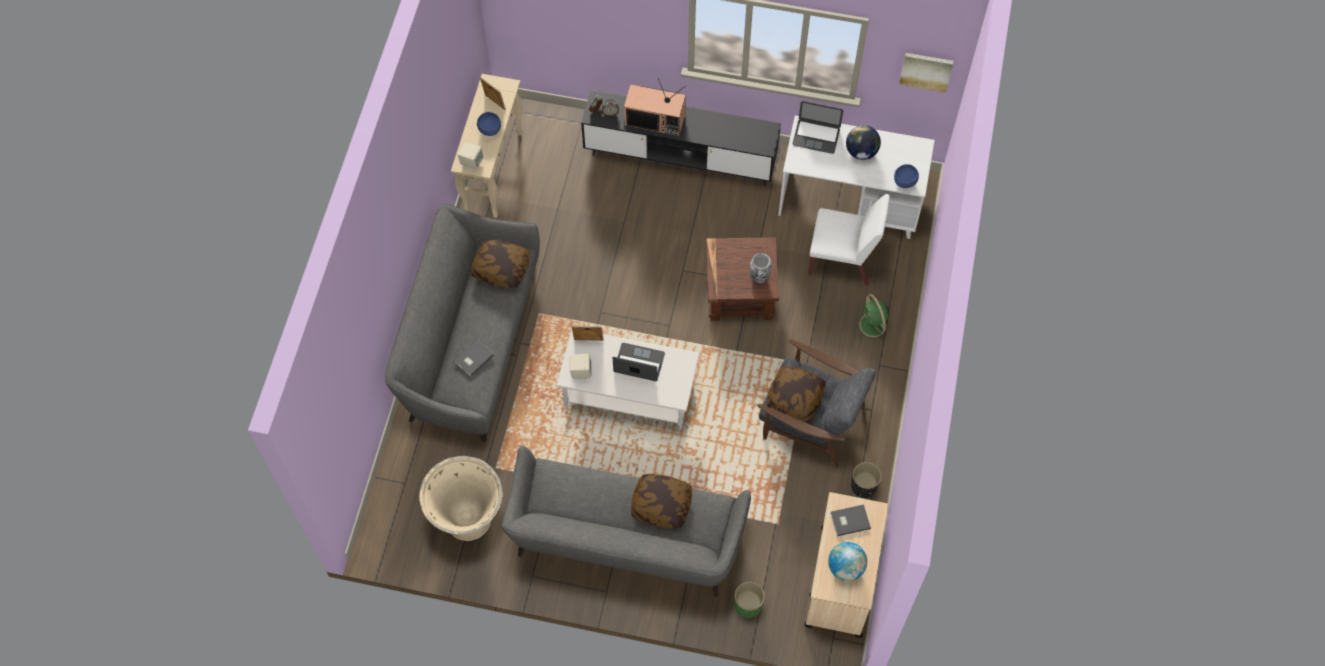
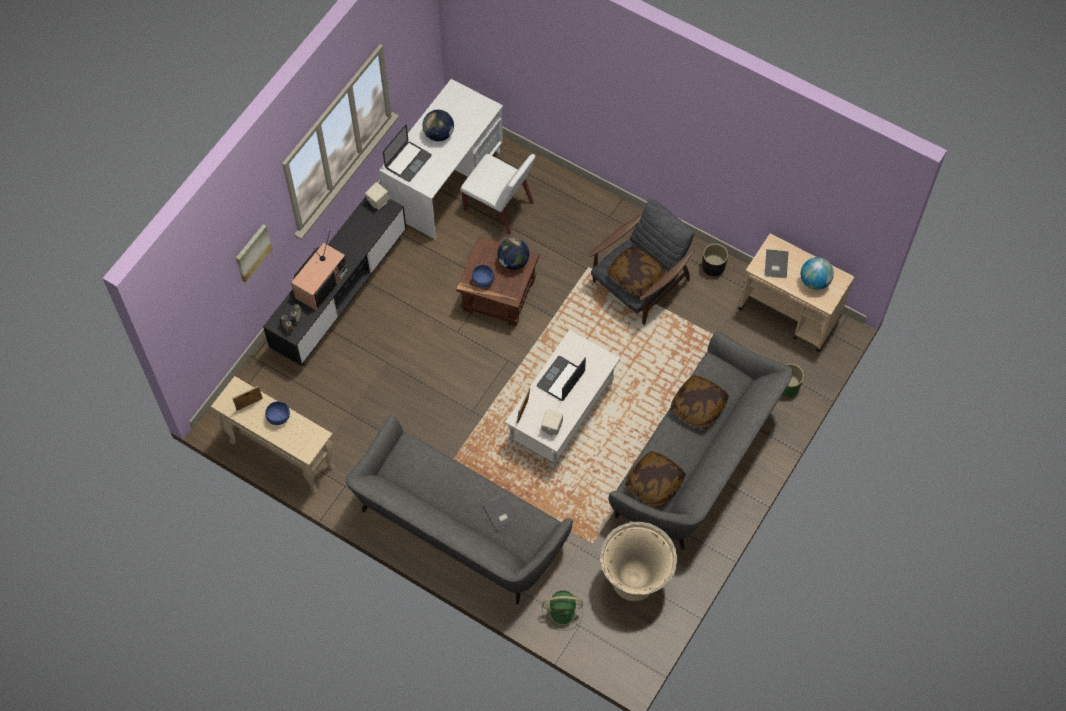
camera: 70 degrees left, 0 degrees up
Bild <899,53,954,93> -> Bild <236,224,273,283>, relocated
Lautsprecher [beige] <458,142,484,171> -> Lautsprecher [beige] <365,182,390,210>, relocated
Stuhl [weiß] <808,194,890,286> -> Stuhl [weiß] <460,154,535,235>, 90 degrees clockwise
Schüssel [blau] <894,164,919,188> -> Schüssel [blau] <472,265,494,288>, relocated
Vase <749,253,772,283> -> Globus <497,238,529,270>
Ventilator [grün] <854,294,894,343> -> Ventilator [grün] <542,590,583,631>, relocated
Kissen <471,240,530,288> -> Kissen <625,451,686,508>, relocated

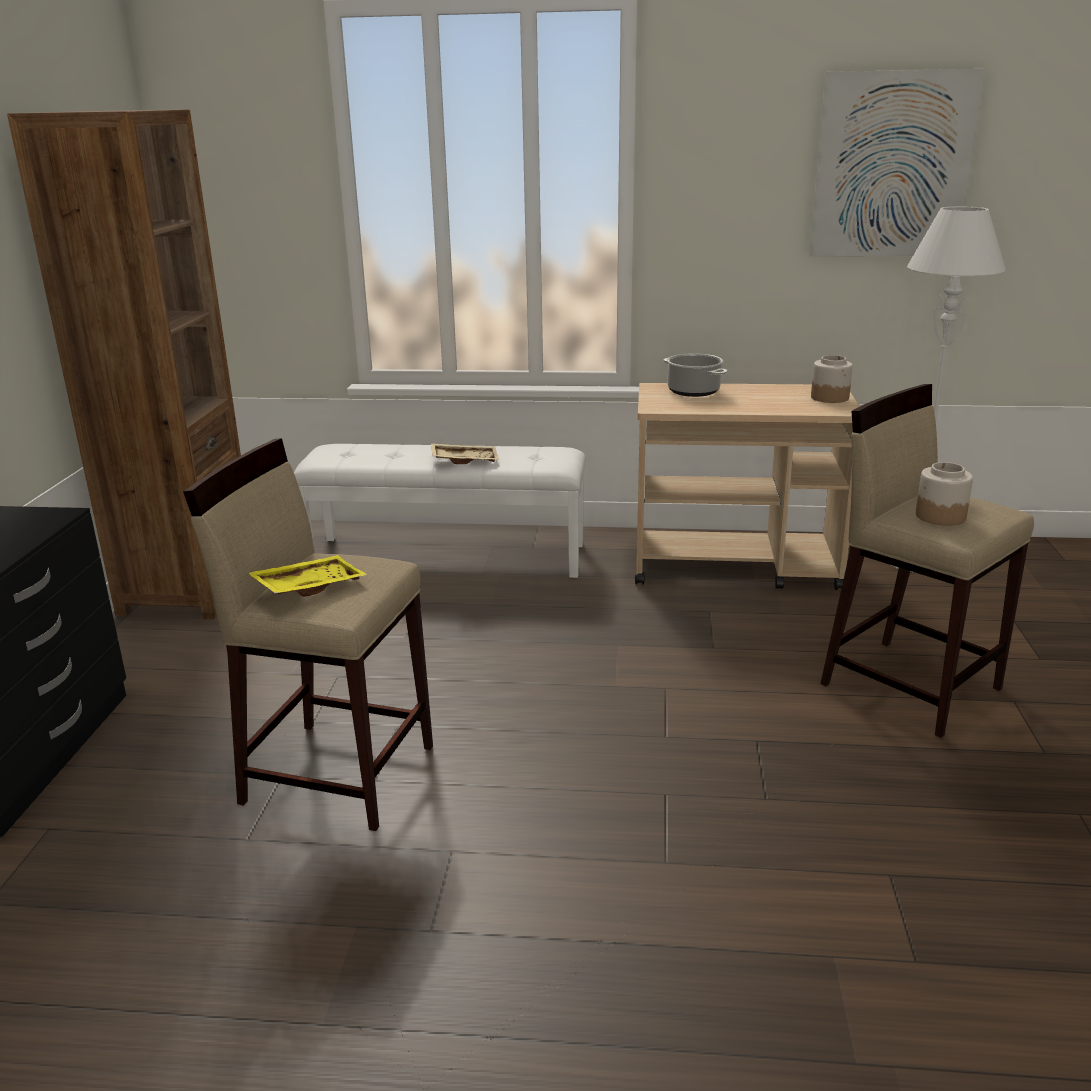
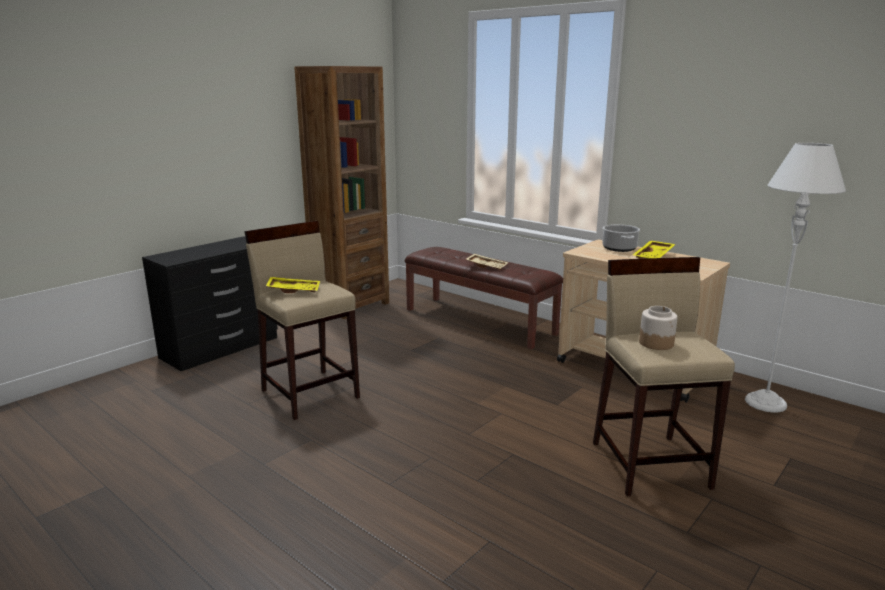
camera: 35 degrees right, 5 degrees down
Bank [weiß] <294,444,586,578> -> Bank [braun] <405,247,563,349>
none -> Tablett [gelb] <633,240,676,259>
Bild <809,69,985,256> -> none
Vorratsglas <811,355,853,403> -> none

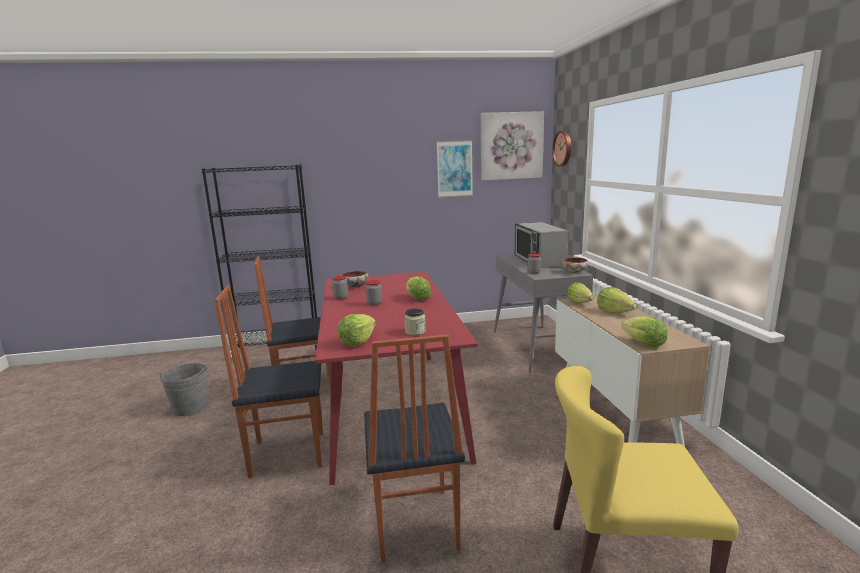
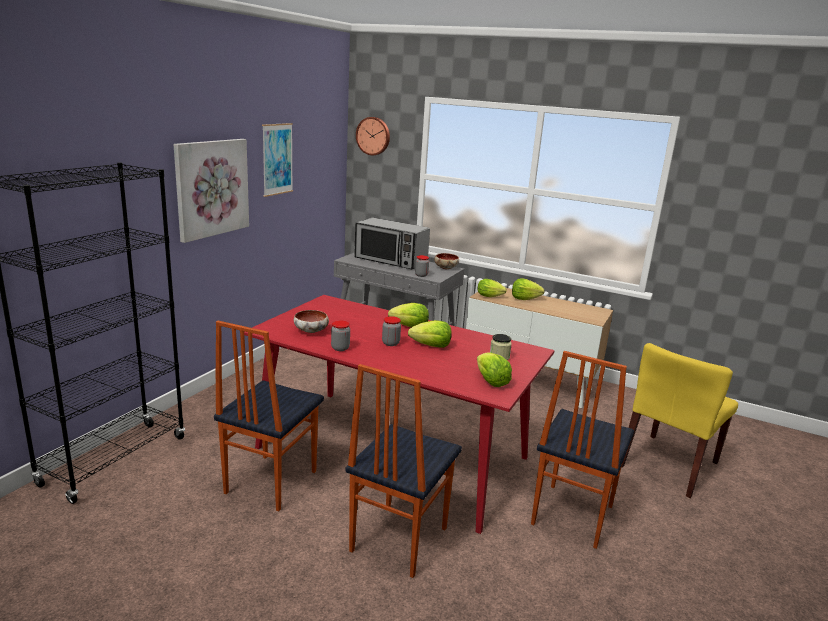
camera: 55 degrees left, 5 degrees up
Bild <481,111,544,180> -> Bild <174,139,249,243>, relocated
Salatkopf <621,316,667,347> -> Salatkopf <408,320,452,348>, relocated
Stuhl <364,334,465,563> -> Stuhl <531,351,634,549>, 90 degrees clockwise
Eimer [grau] <159,363,208,416> -> none

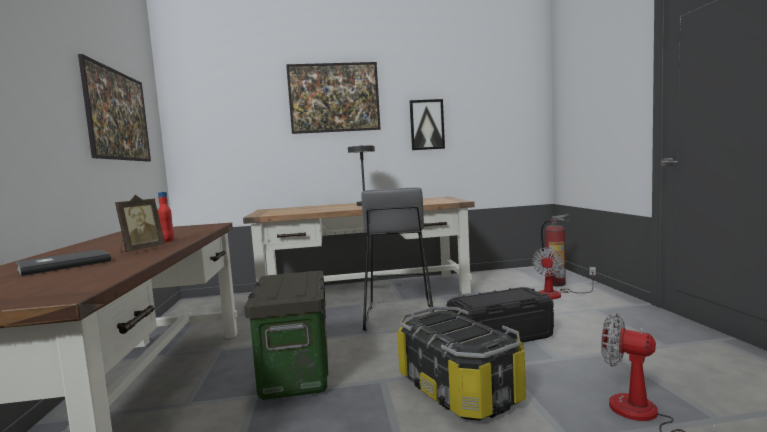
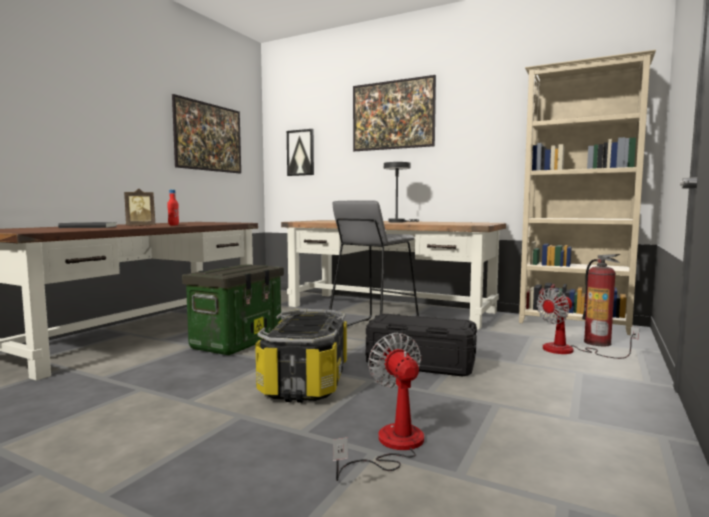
camera: 35 degrees right, 0 degrees up
Bild <410,99,445,150> -> Bild <287,129,314,176>, relocated
none -> Bücherregal [beige] <519,50,656,335>

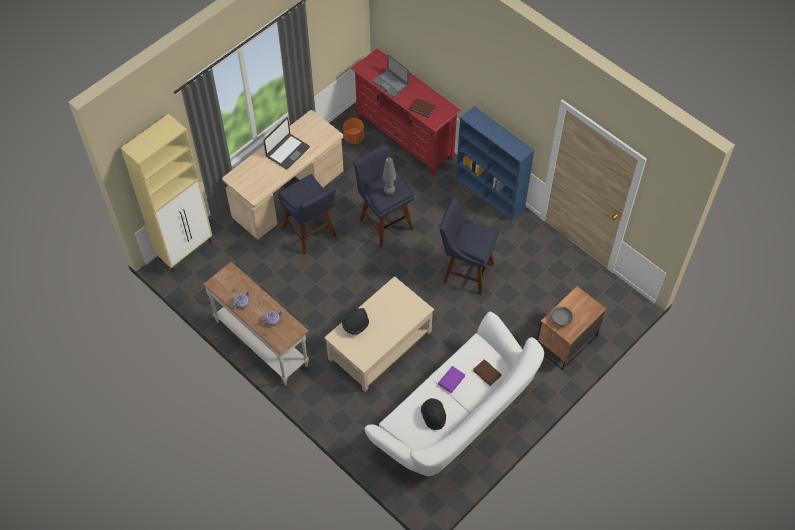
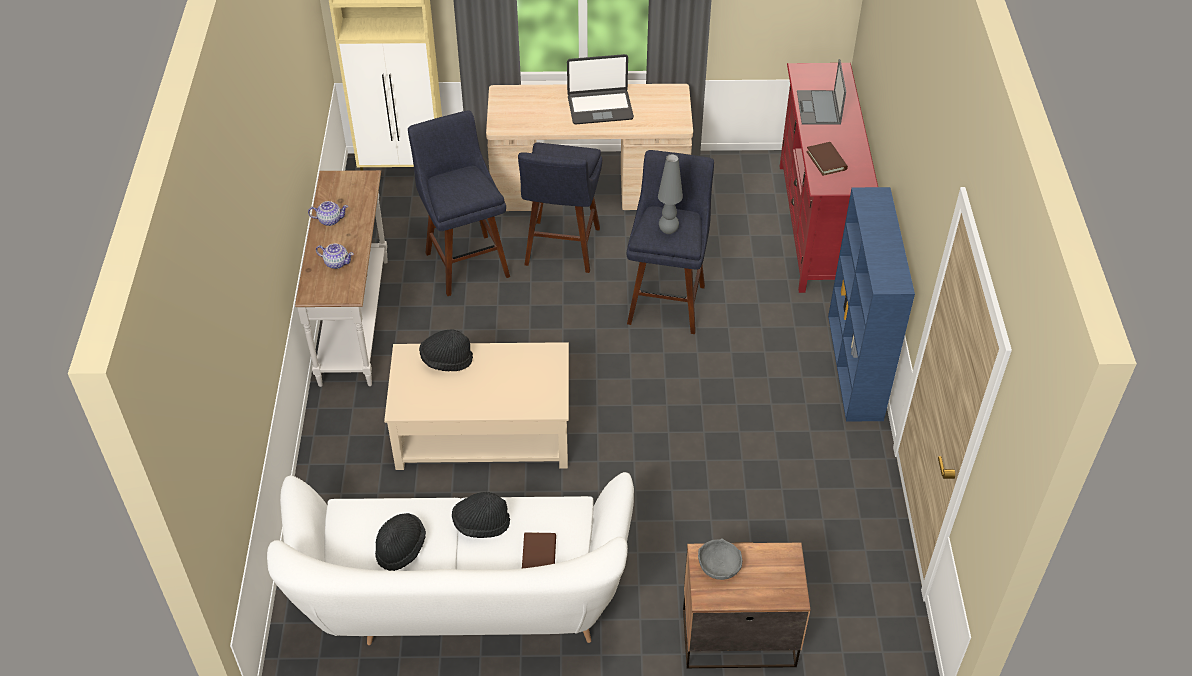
camera: 45 degrees right, 10 degrees down
Hocker [blau] <439,198,499,295> -> Hocker [blau] <408,111,510,296>, relocated
Buch [lila] <438,366,465,393> -> Hut [schwarz] <452,492,510,538>
Pflanzkübel [orange] <343,118,364,144> -> none

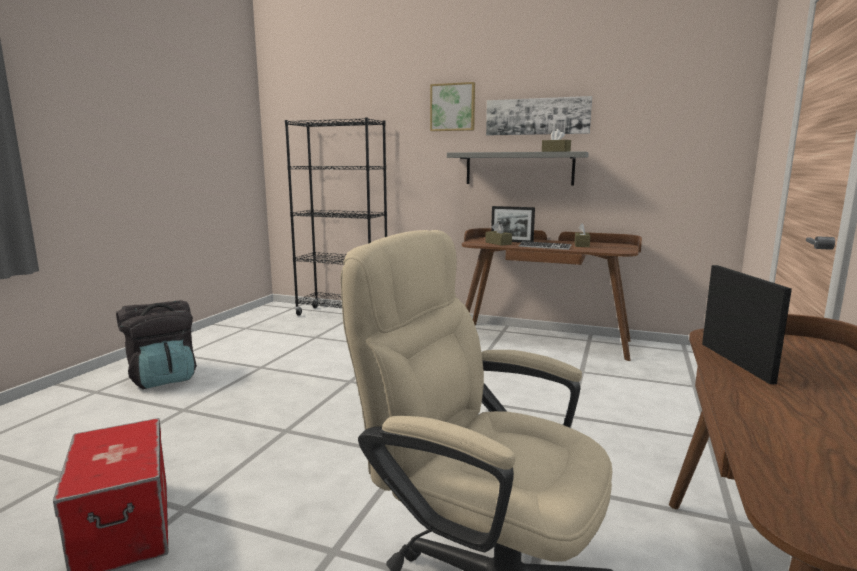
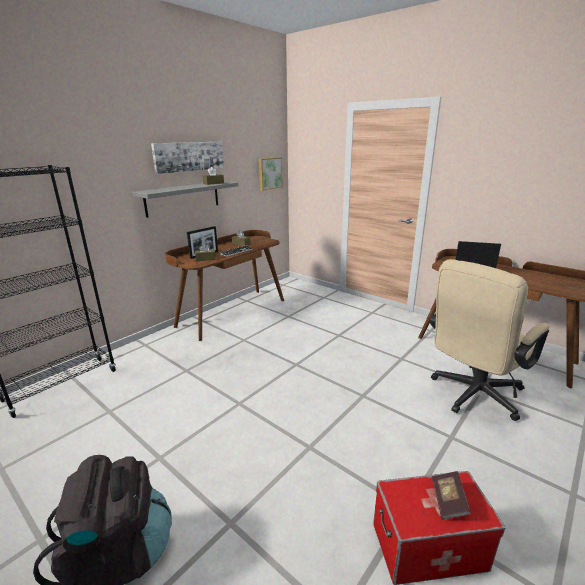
camera: 70 degrees left, 10 degrees up
Bild <430,82,475,131> -> Bild <259,157,283,191>, relocated
none -> Buch <432,471,471,520>

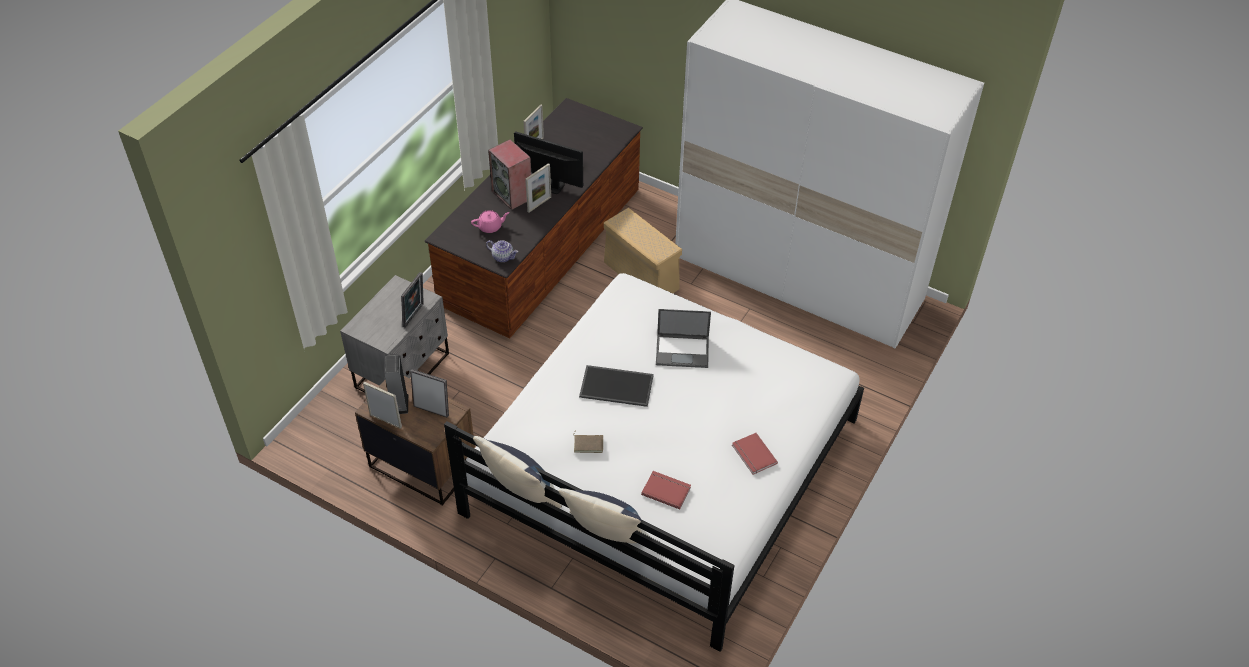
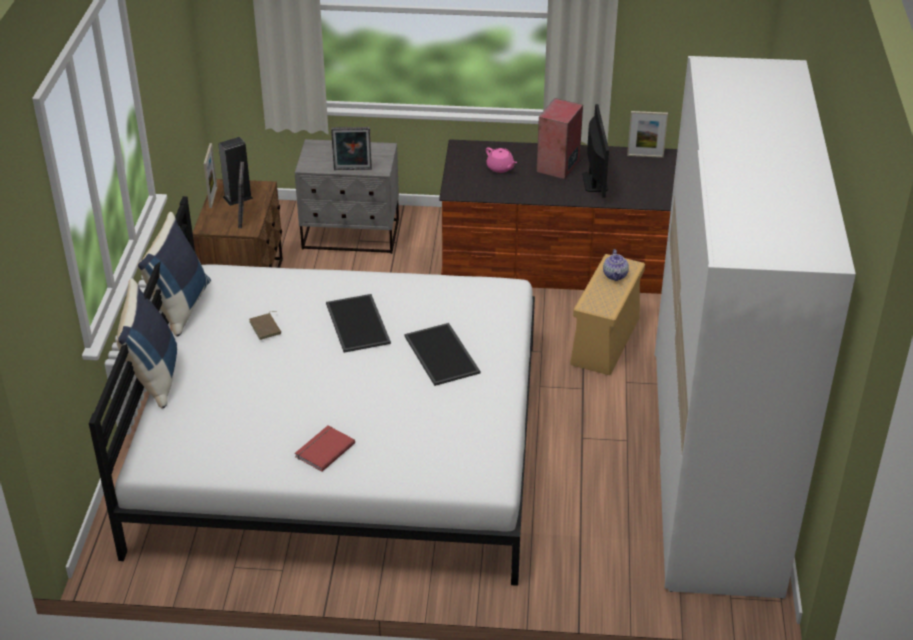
camera: 65 degrees right, 10 degrees down
Laptop <656,309,711,368> -> Tablett <404,323,480,386>
Teekanne <486,240,518,262> -> Teekanne <603,249,629,281>, relocated
Bilderrahmen <525,163,551,213> -> none
Buch [rot] <641,471,691,509> -> none

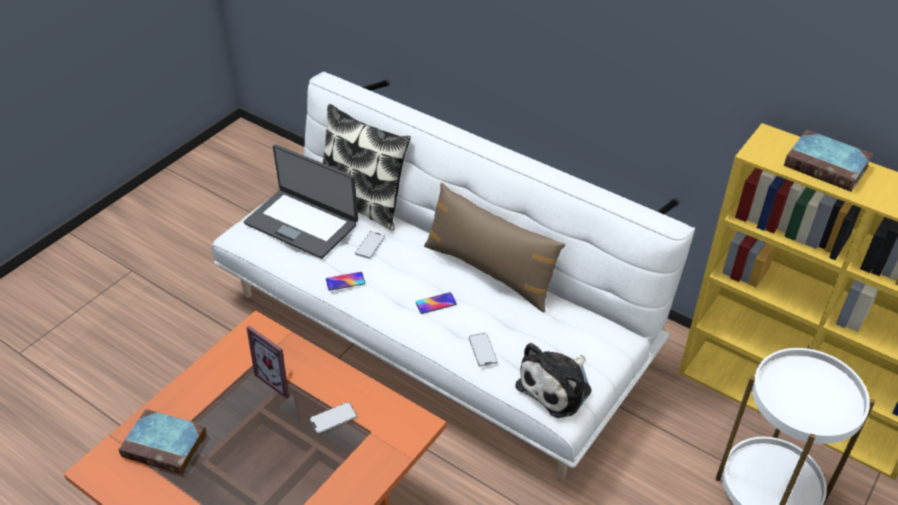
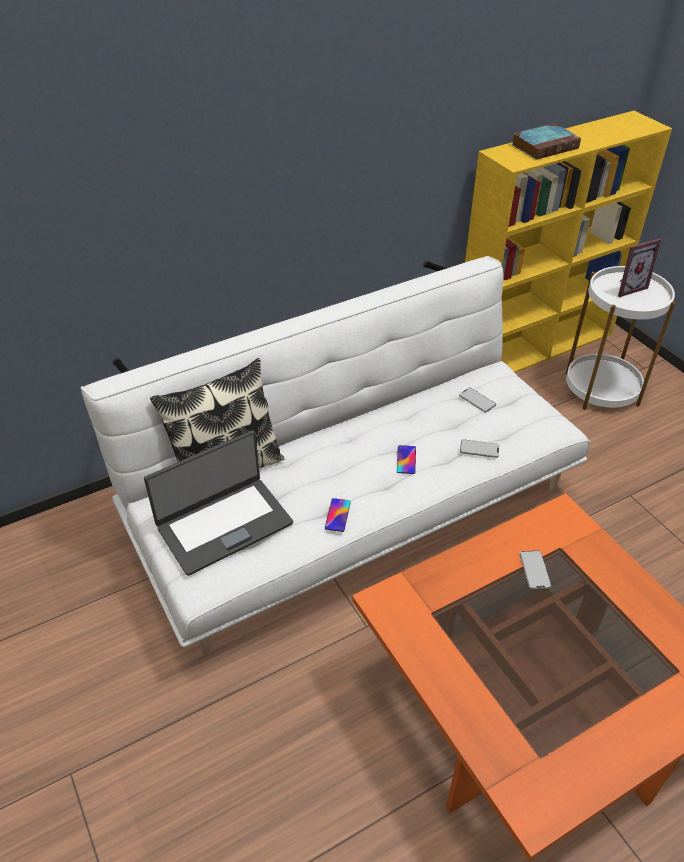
camera: 65 degrees left, 0 degrees up
Handy <355,231,385,259> -> Handy <459,387,496,413>, relocated
Bilderrahmen <246,326,290,399> -> Bilderrahmen <618,238,662,297>, relocated
Buch <119,409,208,475> -> none
Kissen [braun] <424,183,565,312> -> none
Plüschtier <515,343,592,418> -> none

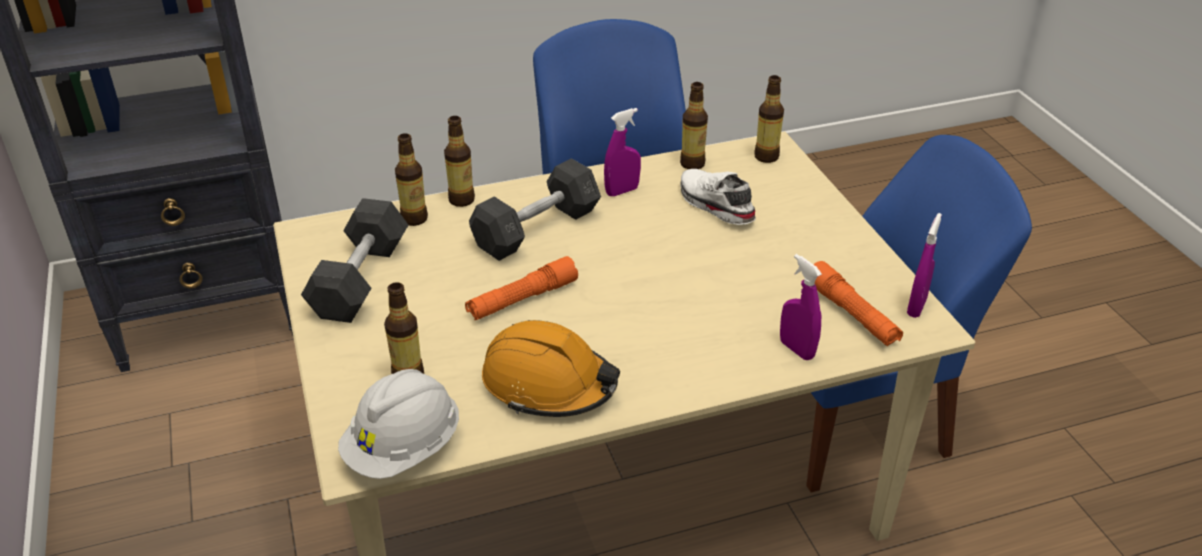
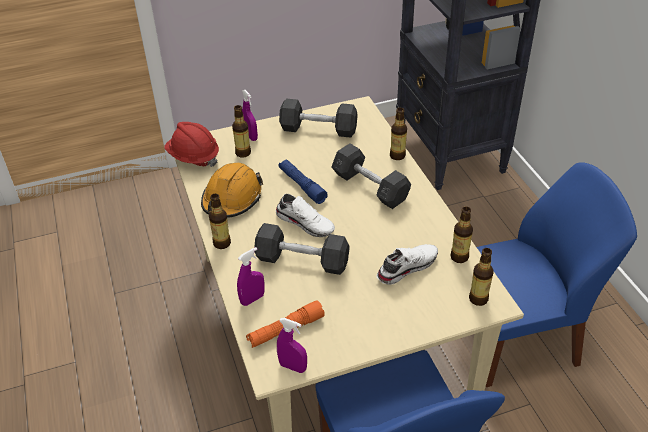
camera: 90 degrees right, 5 degrees up
Schutzhelm [weiß] <338,369,459,479> -> Schutzhelm [rot] <164,122,219,167>
Flasche <395,133,428,226> -> Flasche <209,194,231,249>, relocated
Sprühflasche [lila] <604,108,641,196> -> Sprühflasche [lila] <242,90,258,141>, relocated
none -> Hantel [grau] <254,223,350,275>
none -> Schuh [weiß] <276,194,335,237>
Taschenlampe [orange] <465,256,578,320> -> Taschenlampe [blau] <279,159,328,204>

